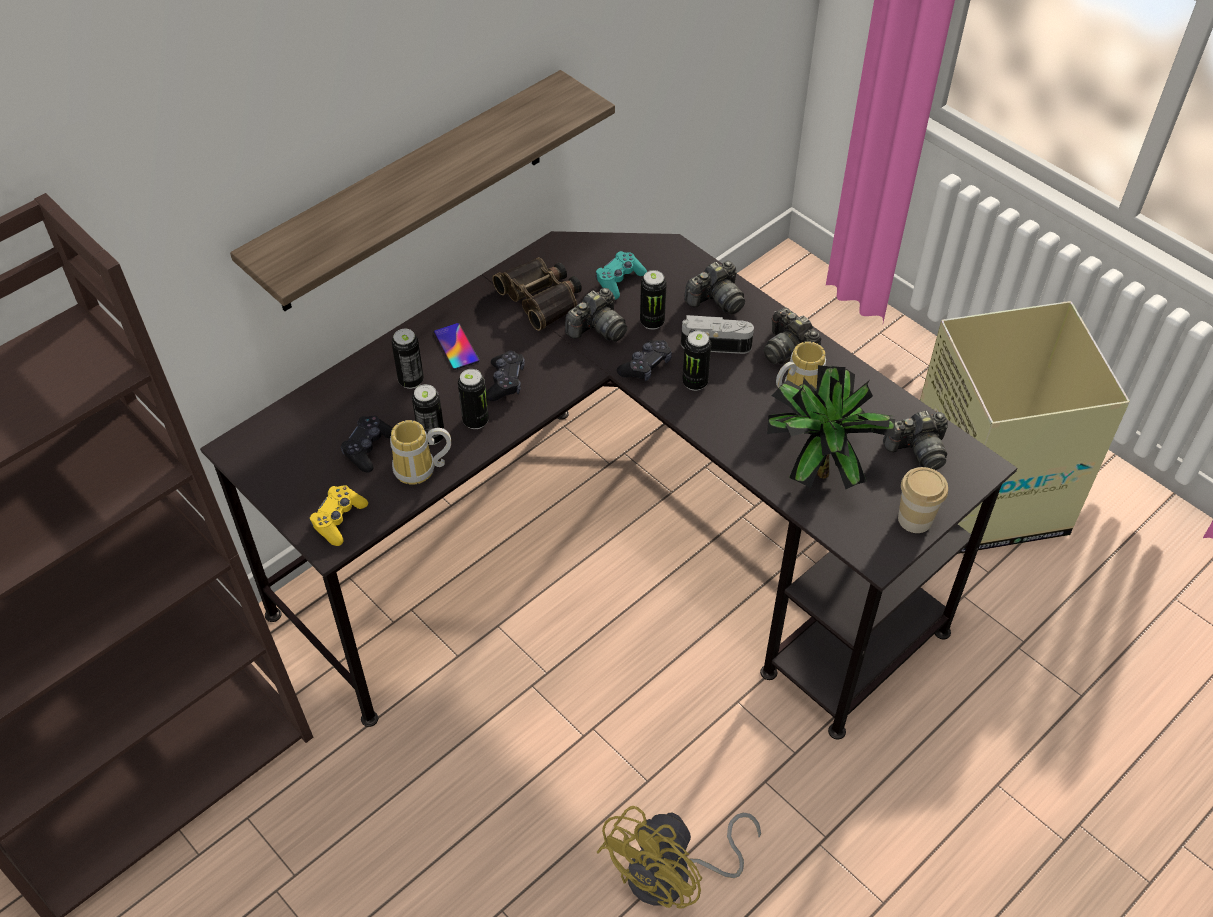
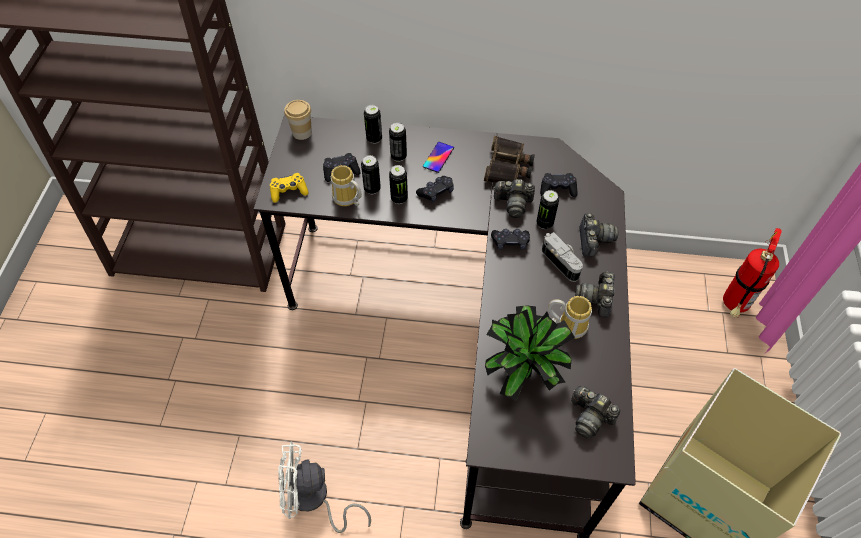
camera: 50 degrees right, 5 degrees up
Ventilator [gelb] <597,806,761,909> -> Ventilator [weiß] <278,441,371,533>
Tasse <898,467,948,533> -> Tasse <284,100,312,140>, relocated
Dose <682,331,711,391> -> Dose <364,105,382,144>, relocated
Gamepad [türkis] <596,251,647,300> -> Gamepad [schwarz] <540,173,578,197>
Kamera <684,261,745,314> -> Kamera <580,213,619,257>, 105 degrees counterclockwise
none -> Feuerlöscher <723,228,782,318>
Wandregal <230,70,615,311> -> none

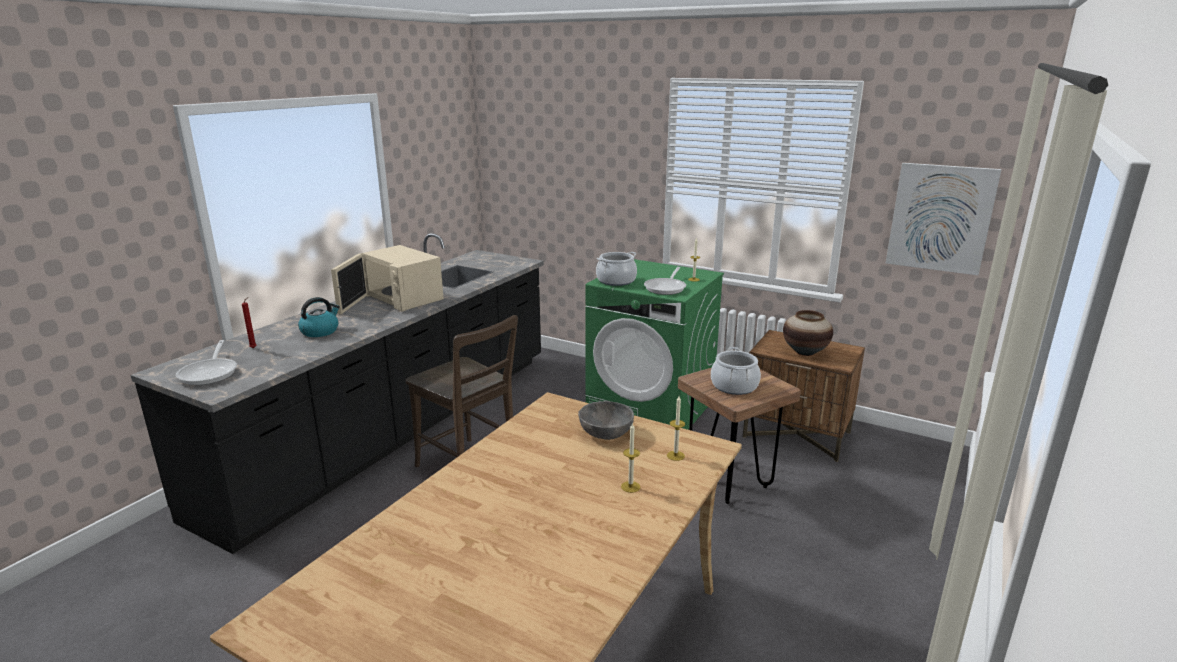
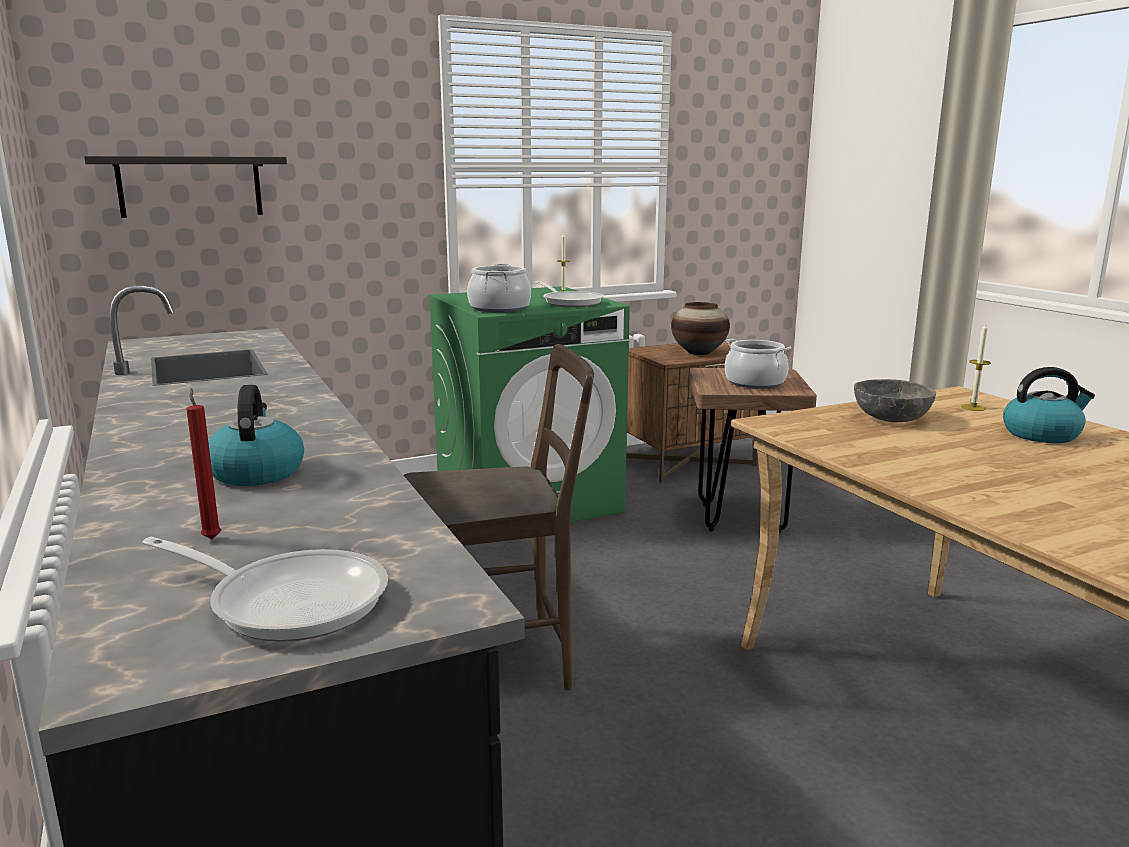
camera: 55 degrees left, 5 degrees down
none -> Wandregal <84,156,287,218>
Kerze <621,423,641,493> -> Wasserkessel <1003,367,1095,443>
Mikrowelle [beige] <331,245,444,314> -> none
Bild <886,163,1001,275> -> none

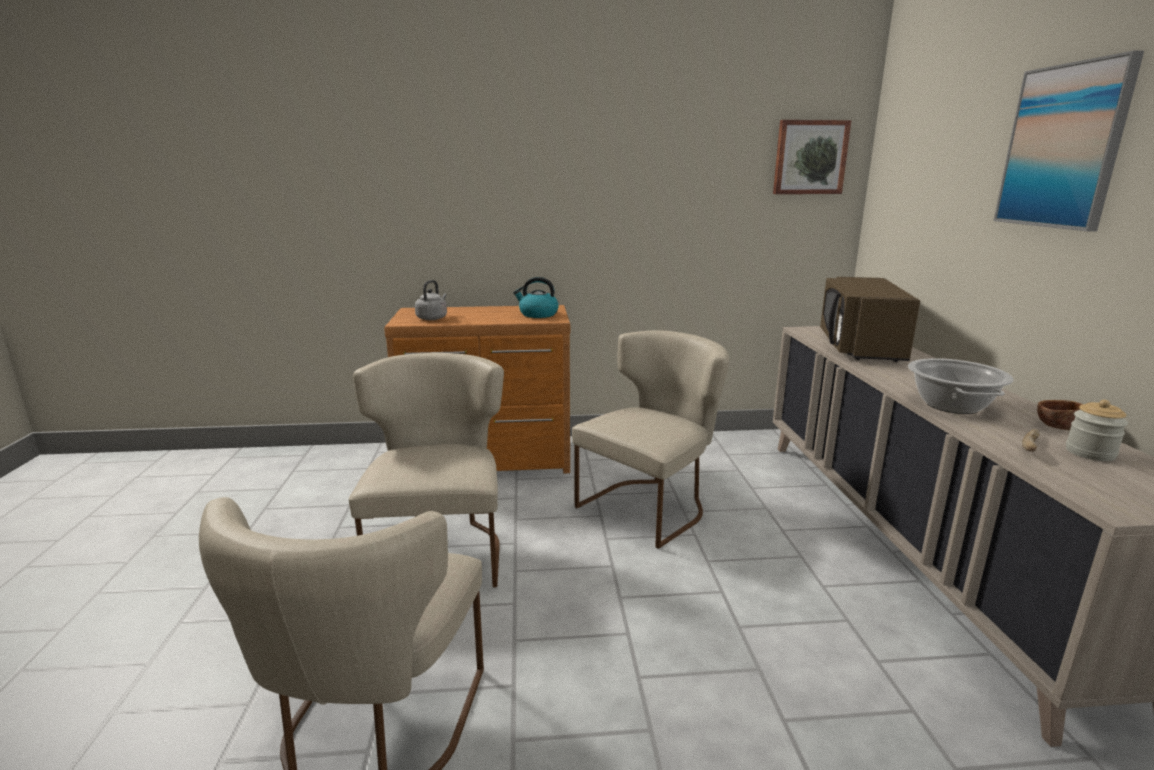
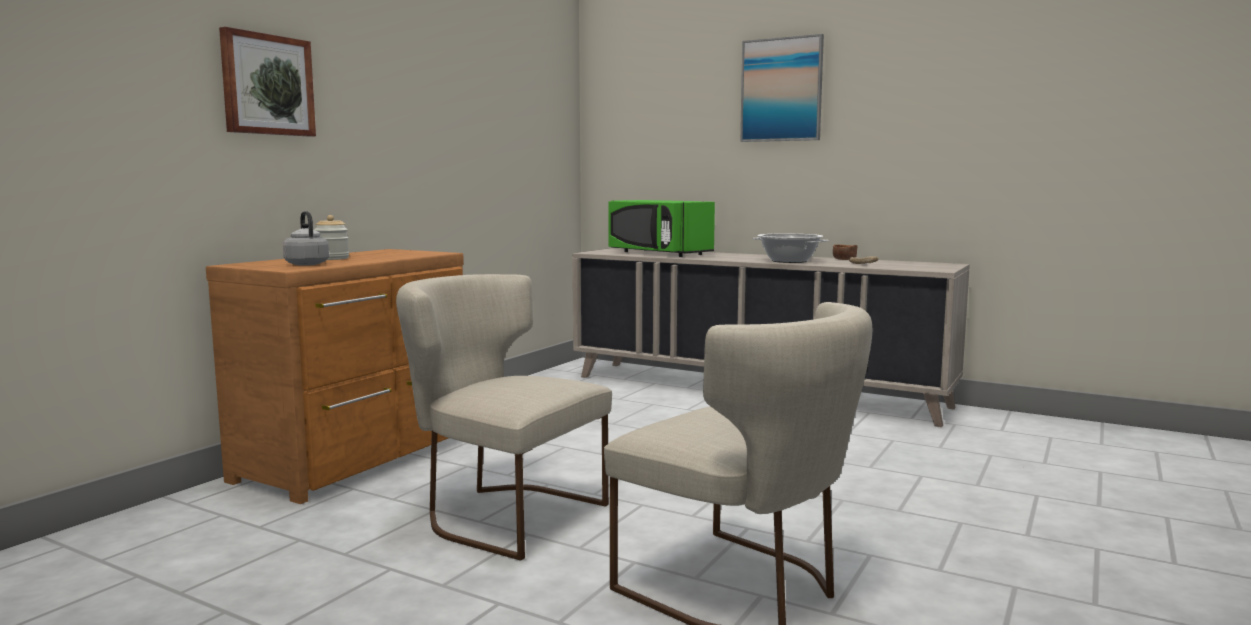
camera: 55 degrees left, 10 degrees down
Bild <773,120,852,194> -> Bild <219,27,316,137>, relocated
Vorratsglas <1066,400,1128,461> -> Vorratsglas <314,215,349,260>, relocated
Mikrowelle [braun] <820,277,920,362> -> Mikrowelle [grün] <608,200,715,257>
Wasserkessel <513,277,559,318> -> none
Stuhl [beige] <572,330,729,549> -> none

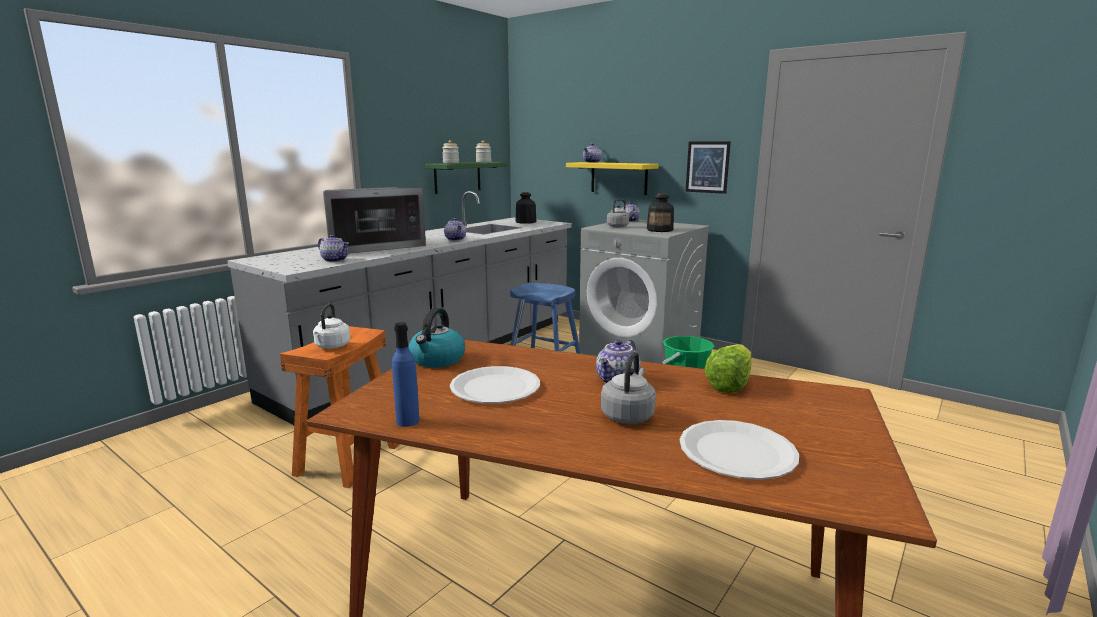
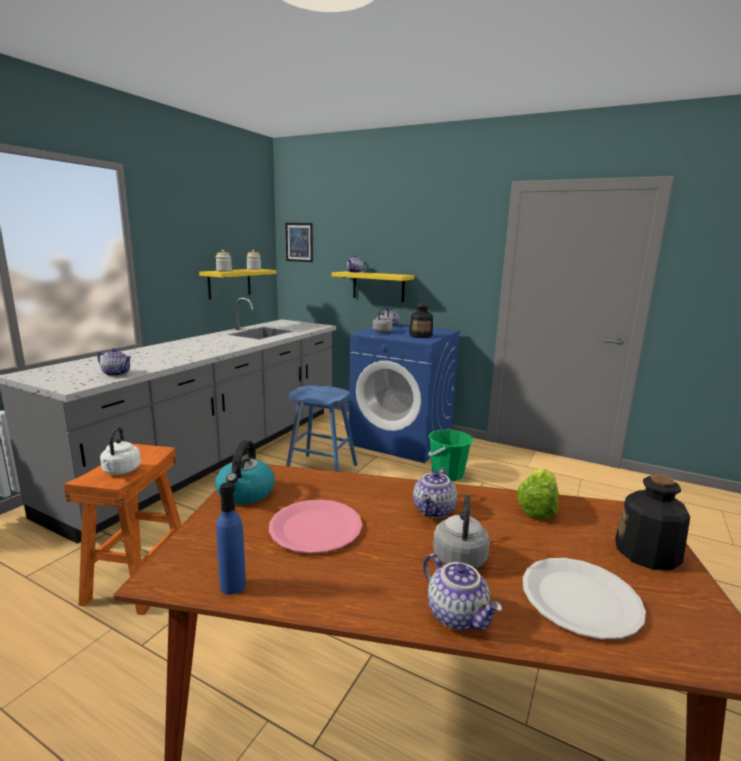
camera: 10 degrees left, 0 degrees up
Wandregal [grün] <425,162,508,194> -> Wandregal [gelb] <199,269,276,300>
Teller [weiß] <450,366,540,403> -> Teller [rosa] <269,500,362,554>
Bild <686,141,731,194> -> Bild <285,223,313,262>, relocated
Waschmaschine [grau] <579,219,710,364> -> Waschmaschine [blau] <349,324,460,463>
Teekanne <444,218,466,241> -> Teekanne <423,553,502,630>, relocated
Flasche <515,192,537,224> -> Flasche <615,474,690,570>, relocated
Mikrowelle <323,187,426,254> -> none

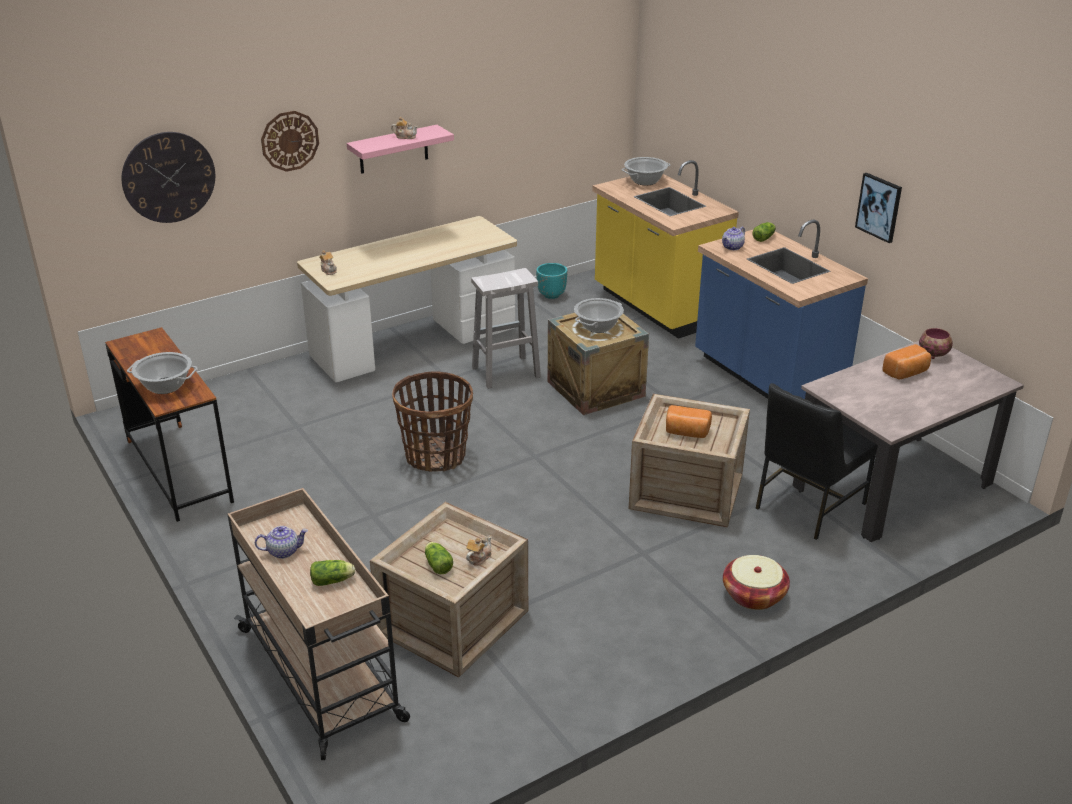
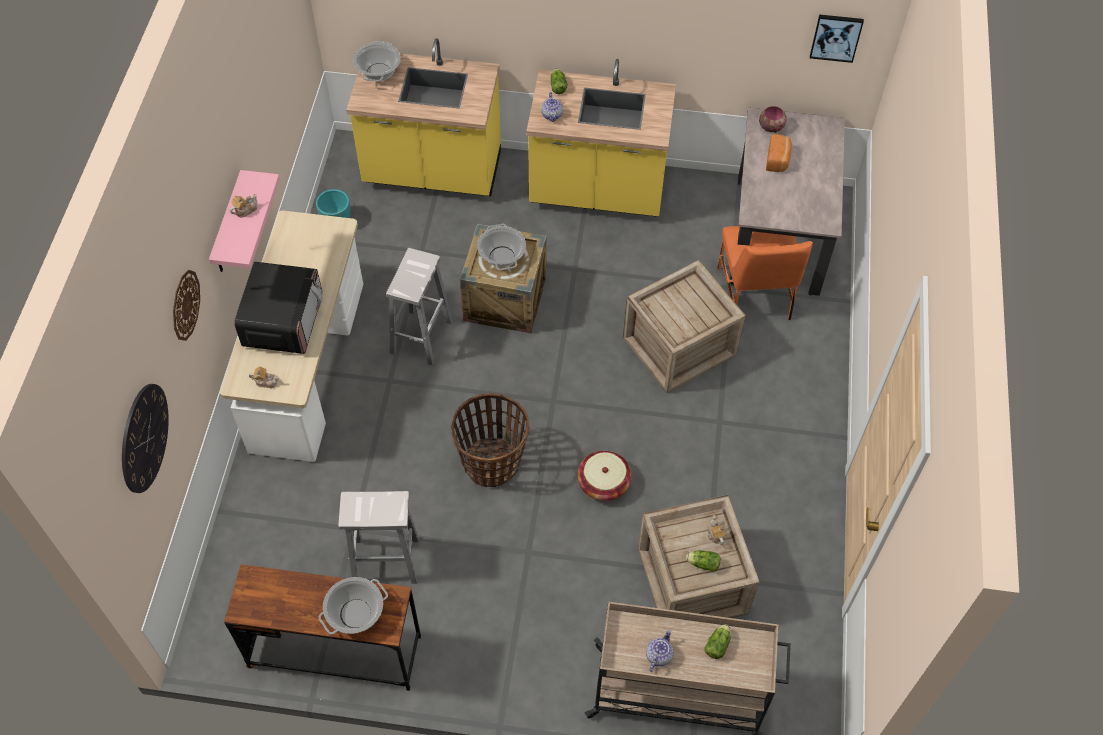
camera: 50 degrees left, 25 degrees up
none -> Mikrowelle <234,262,323,354>
none -> Hocker [weiß] <338,491,419,584>
Küchenzeile [blau] <695,220,868,399> -> Küchenzeile [gelb] <526,59,676,217>
Korb <723,555,790,610> -> Korb <577,451,632,501>, relocated
Stuhl [schwarz] <756,383,878,540> -> Stuhl [orange] <717,226,813,320>
Bild <855,173,902,243> -> Bild <810,14,864,63>, relocated
Brot <666,405,712,438> -> none

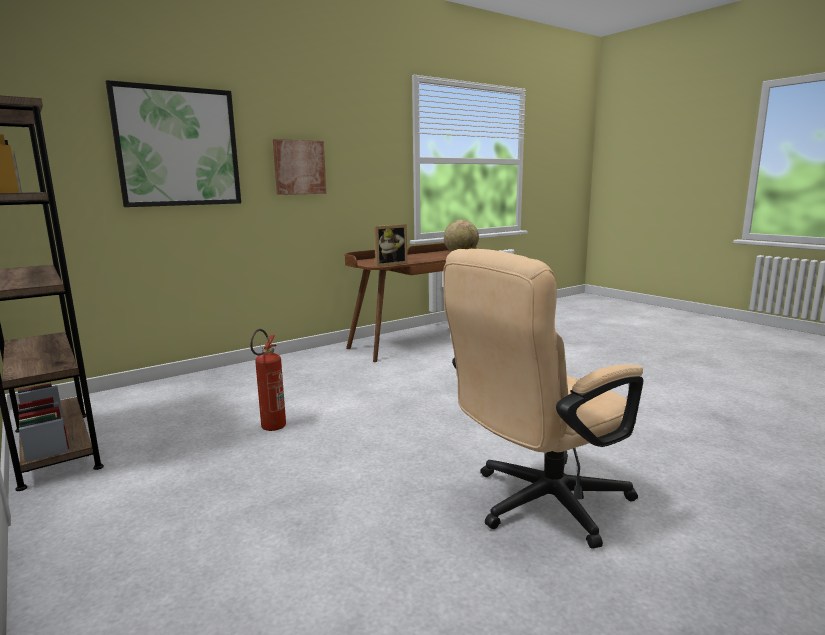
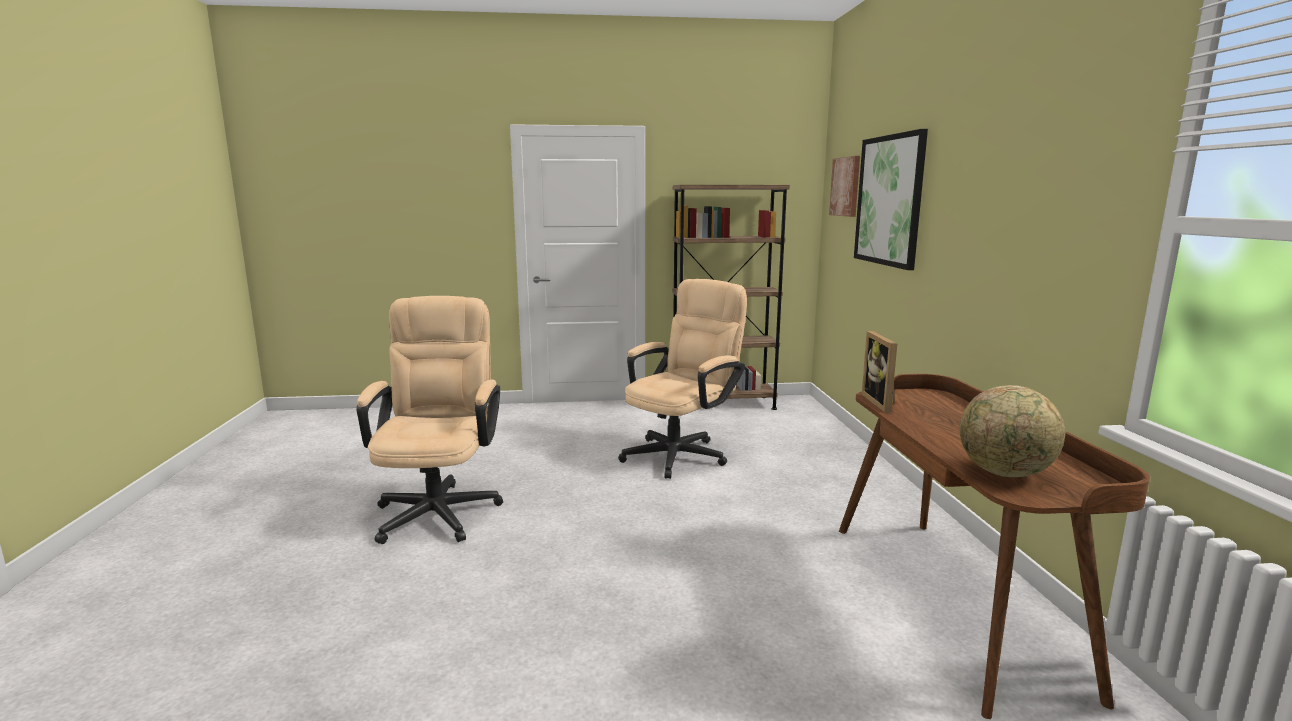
camera: 120 degrees right, 0 degrees up
Feuerlöscher <250,329,286,431> -> Bürostuhl [beige] <618,279,747,479>
Bild <273,139,326,195> -> Bild <829,156,860,217>, relocated

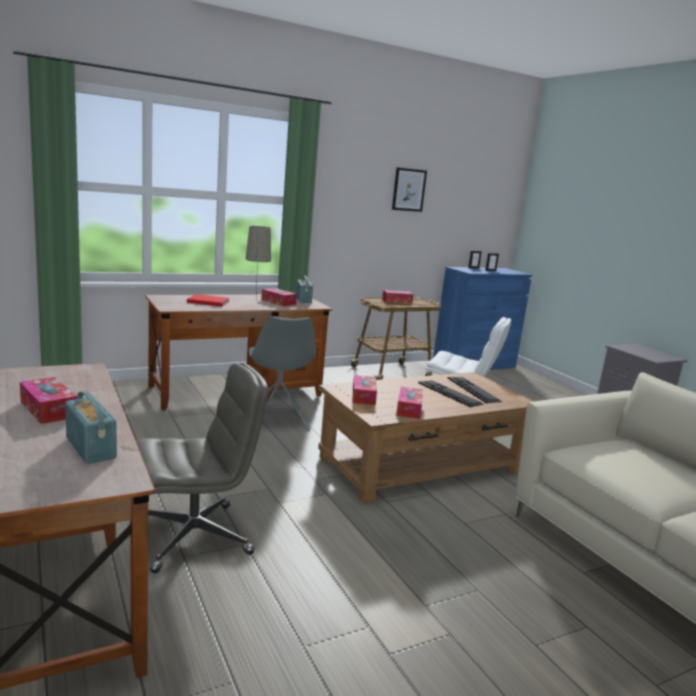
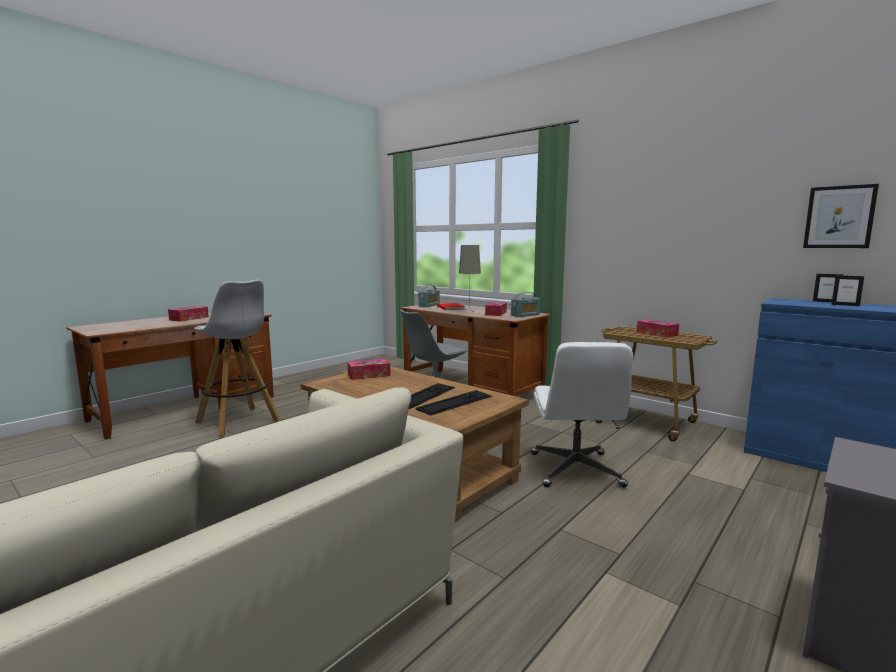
camera: 70 degrees right, 5 degrees down
Bürostuhl [grau] <135,363,268,573> -> Hocker [weiß] <194,280,280,437>
Radio <65,391,117,464> -> Radio <418,285,440,307>, relocated
Bild <392,167,427,212> -> Bild <803,184,879,248>, relocated
Taschentuchbox <396,387,423,419> -> none

